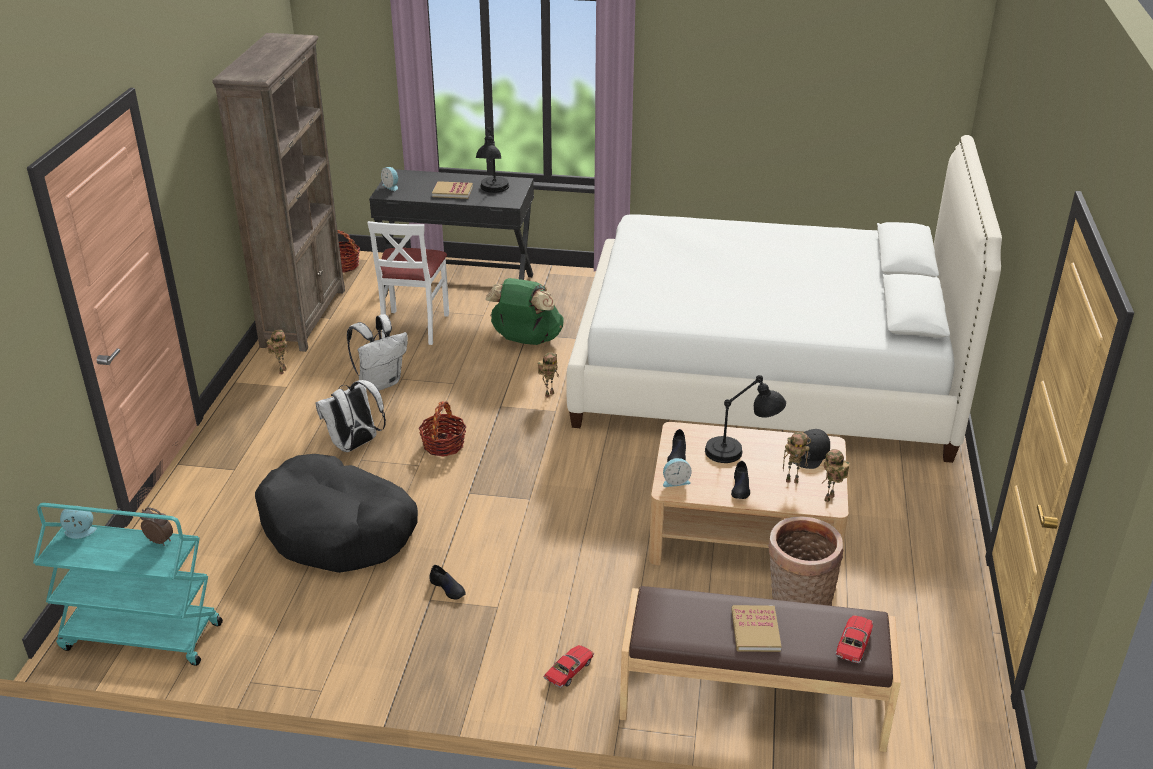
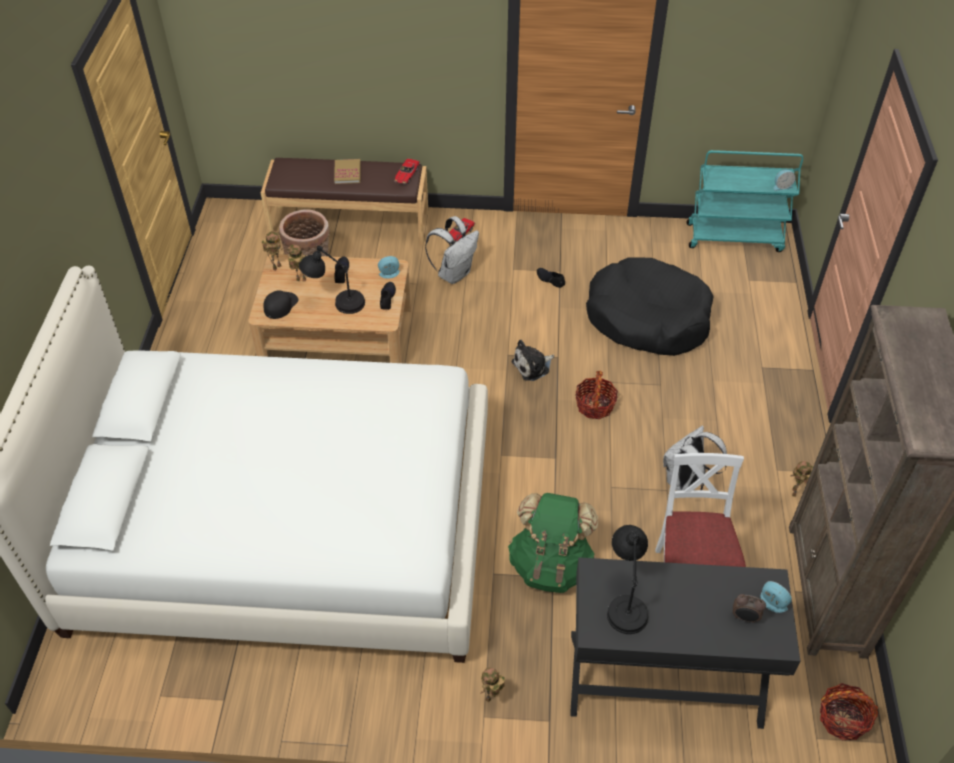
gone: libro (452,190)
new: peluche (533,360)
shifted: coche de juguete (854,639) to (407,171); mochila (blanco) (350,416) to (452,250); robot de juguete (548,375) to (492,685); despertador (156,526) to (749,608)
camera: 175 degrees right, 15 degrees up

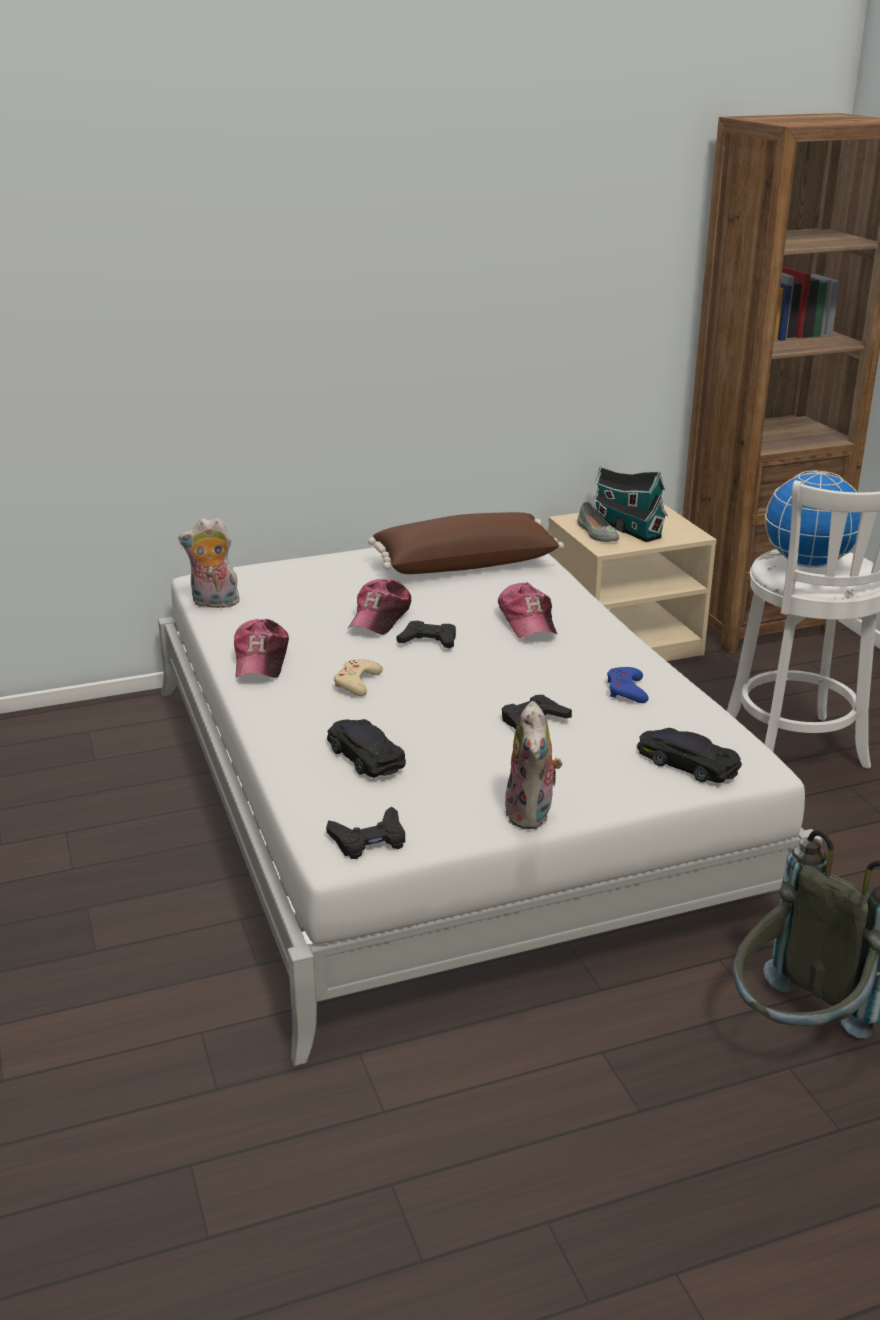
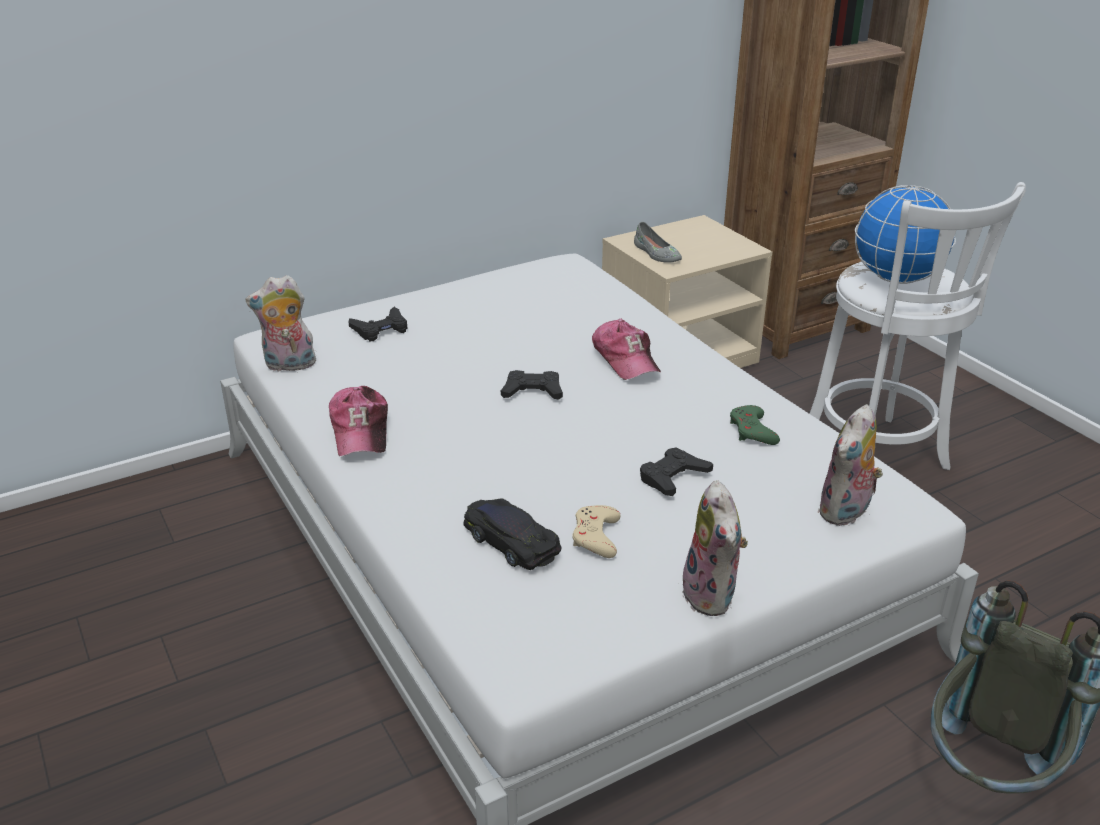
gone: gorra (379,607); cojín (marrón) (466,543); casita (630,504)
shifted: mando de consola (negro) (365,832) to (378,324); mando de consola (beis) (358,677) to (596,531)
swapped: coche de juguete (negro) (689,755) to peluche (850,465)
repainted: mando de consola (azul) (627,685) to mando de consola (verde) (755,425)
camera: 10 degrees left, 5 degrees up

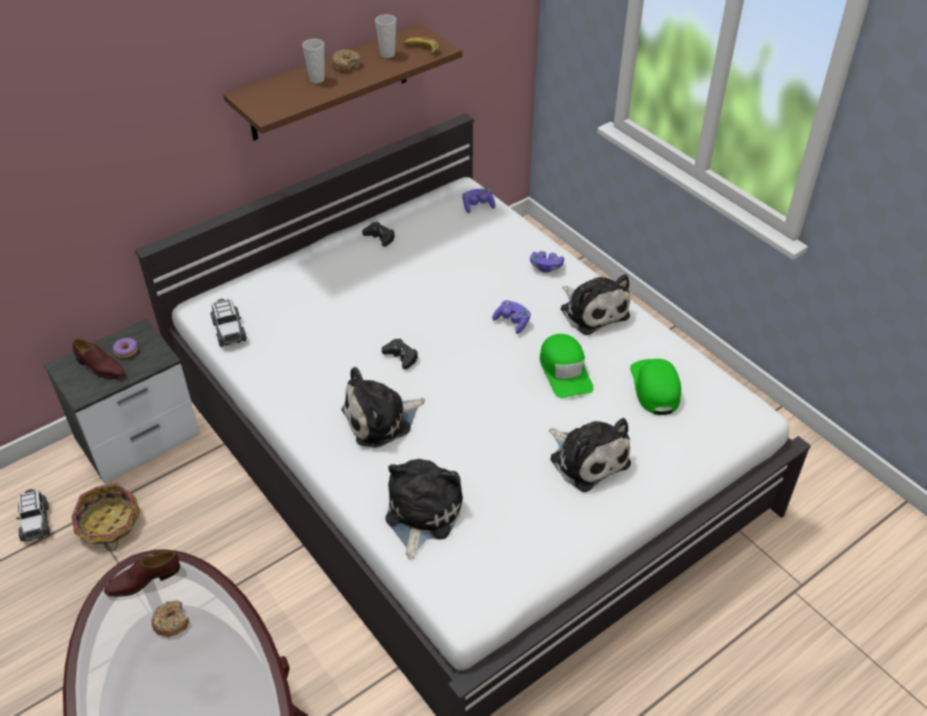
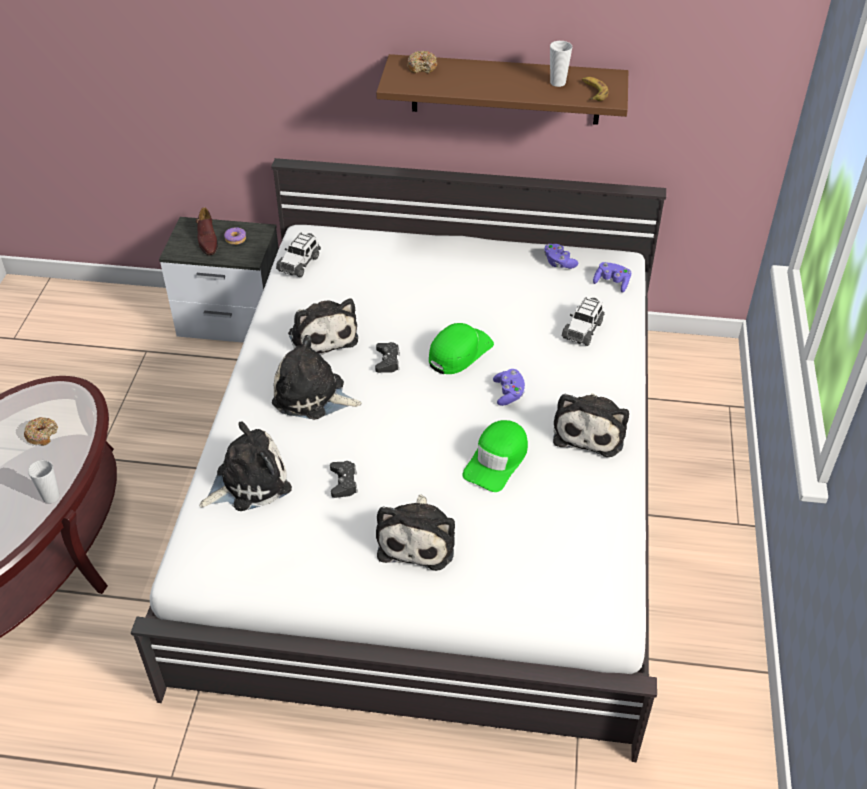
gone: cesta (106,517); zapato (marrón) (142,574)
new: peluche (323,327)
shifted: taza (313,61) to (44,481); mando de consola (negro) (378,234) to (344,479); rosquilla (346,61) to (422,62); gorra (verde) (655,387) to (461,348); mando de consola (morado) (547,262) to (561,256); coche de juguete (33,515) to (583,321)
camera: 45 degrees right, 0 degrees up

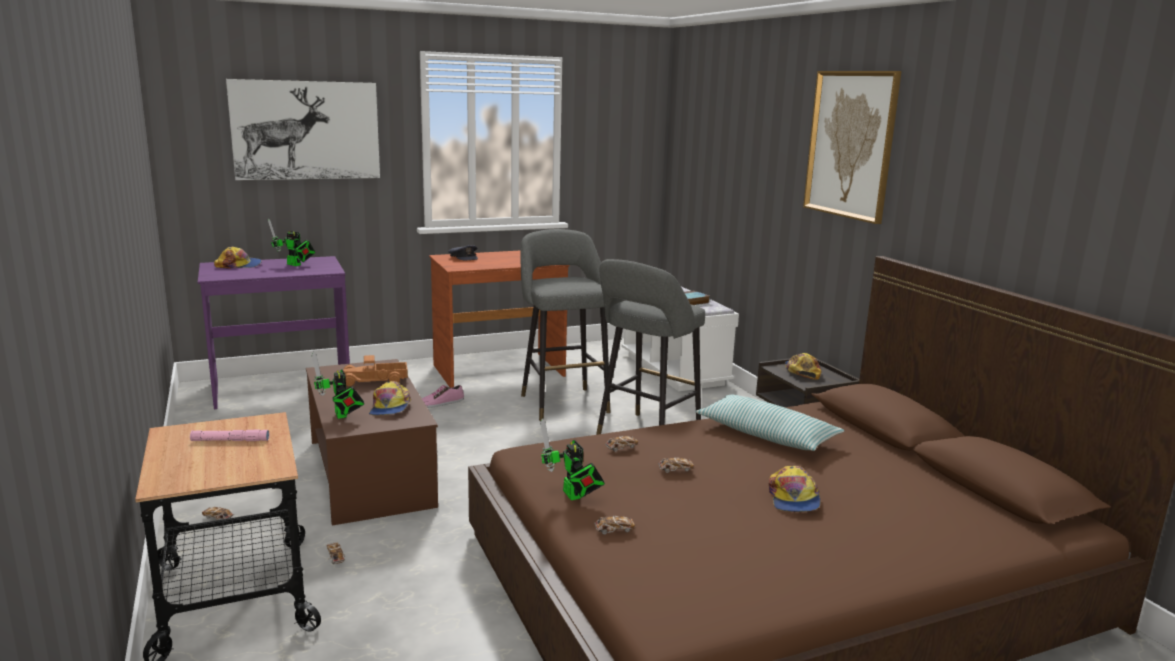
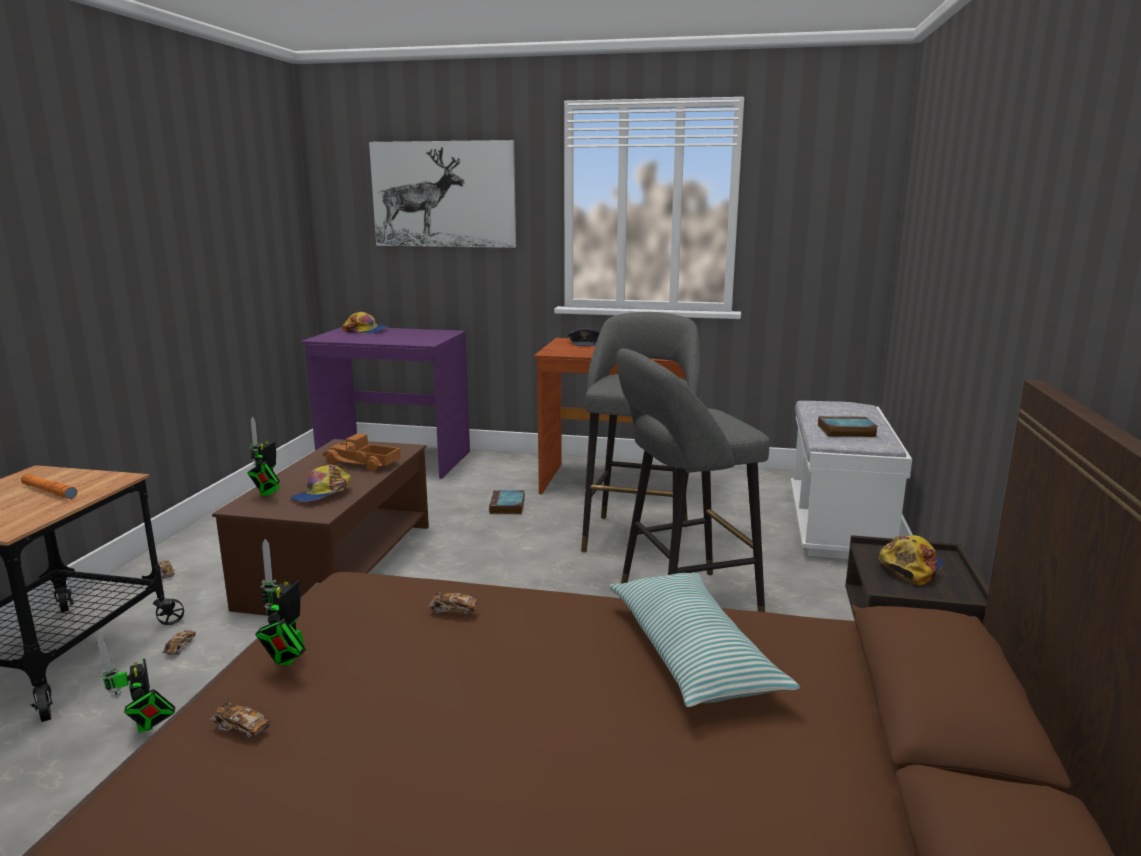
gone: coche de juguete (676,465); gorra (794,489); cuadro (852,147)
shifted: robot de juguete (291,242) to (135,684)
swapped: zapato (443,396) to libro (507,502)
repainted: linterna (rosa) (229,435) to linterna (naranja) (49,486)
camera: 35 degrees right, 0 degrees up

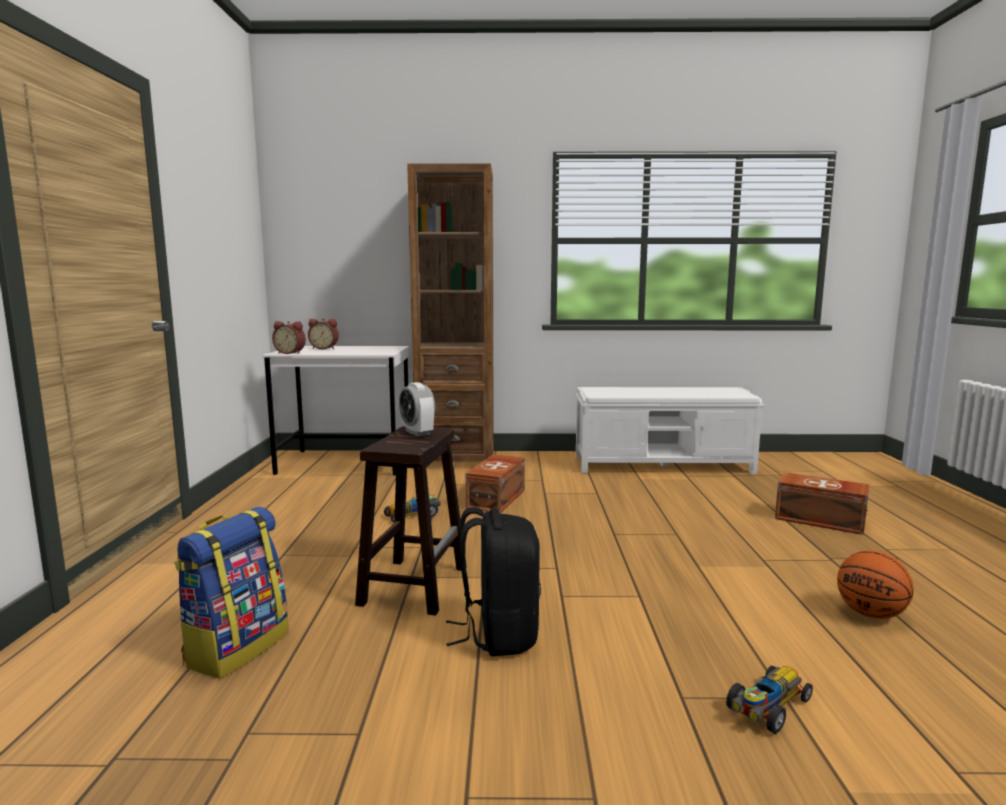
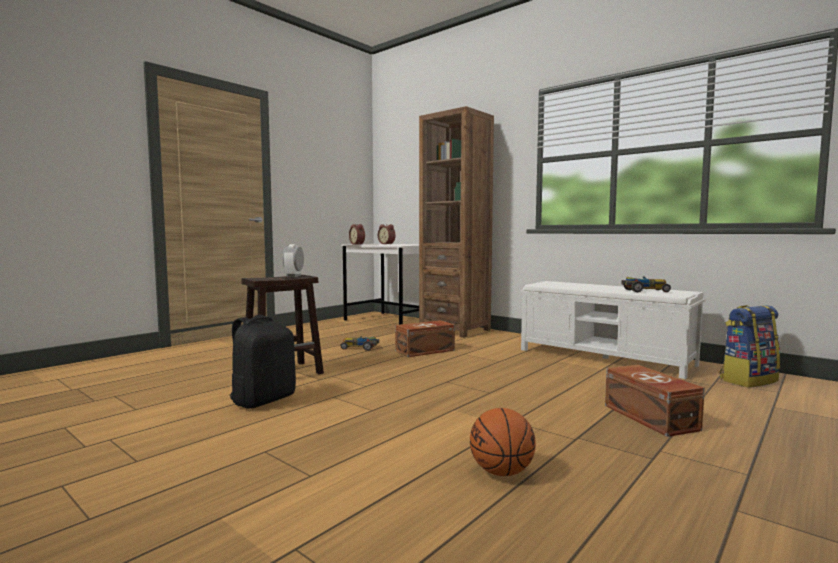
shifted: coche de juguete (769,699) to (646,284); mochila (231,593) to (749,346)
camera: 40 degrees right, 5 degrees down

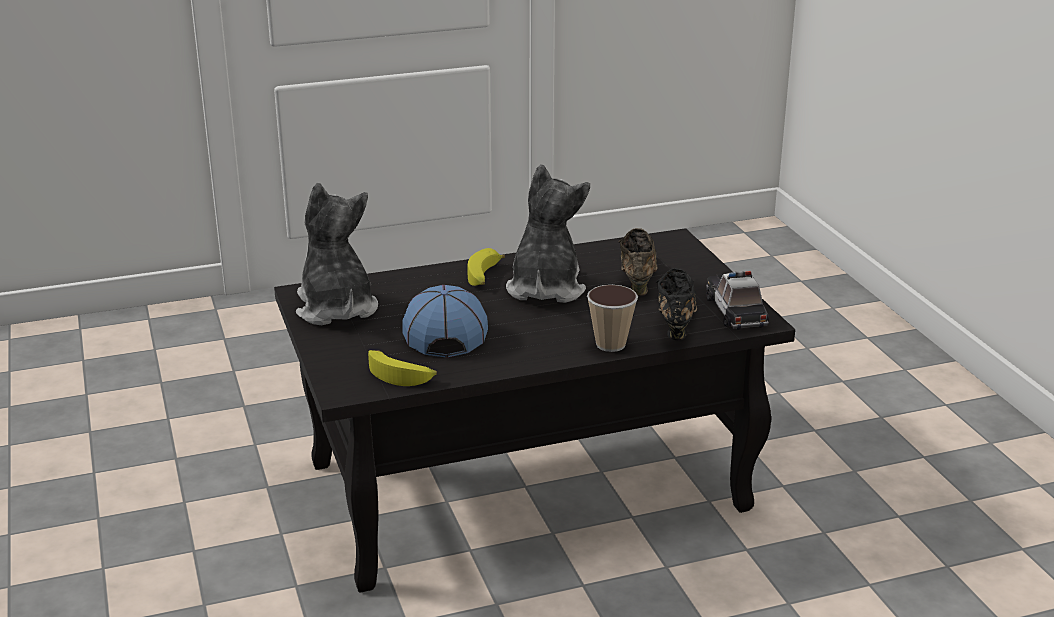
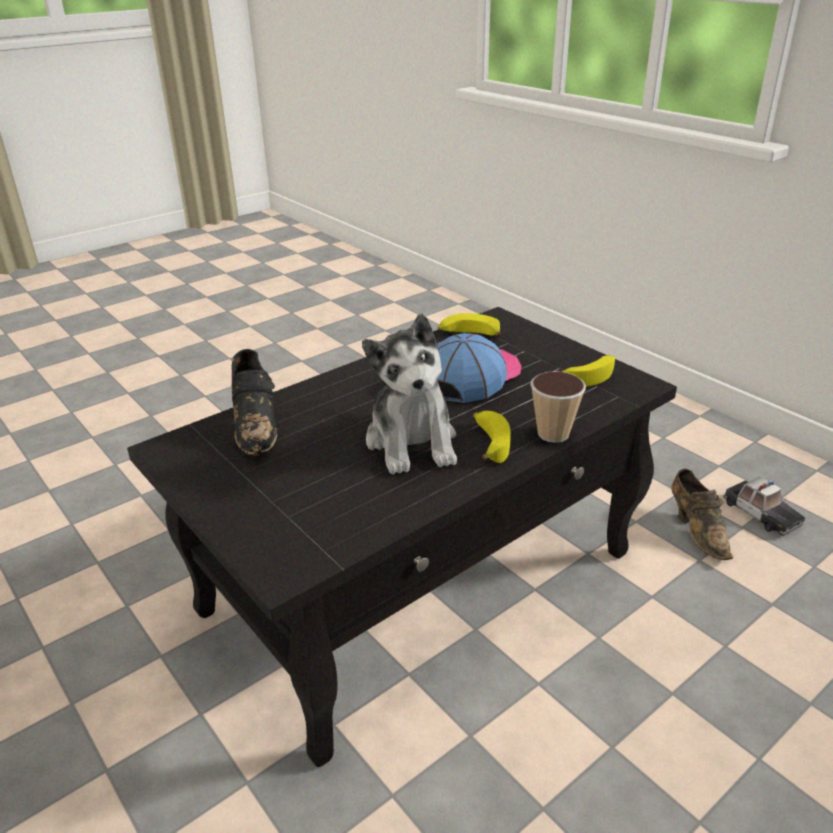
shifted: taza (612,318) to (558,407); zapato (marrón) (638,262) to (702,514); coche de juguete (737,300) to (764,506)
swapped: peluche (337,254) to plátano (586,371)
rotated: gorra (445,321) = (479,368) 120 degrees counterclockwise
camera: 160 degrees right, 5 degrees up

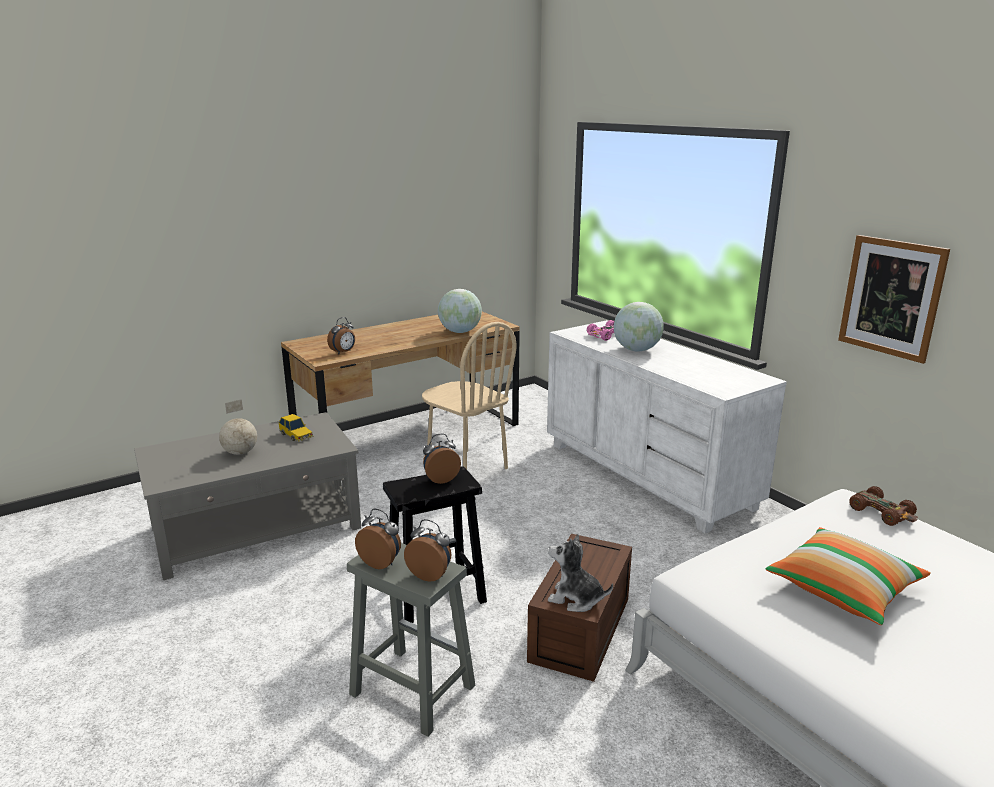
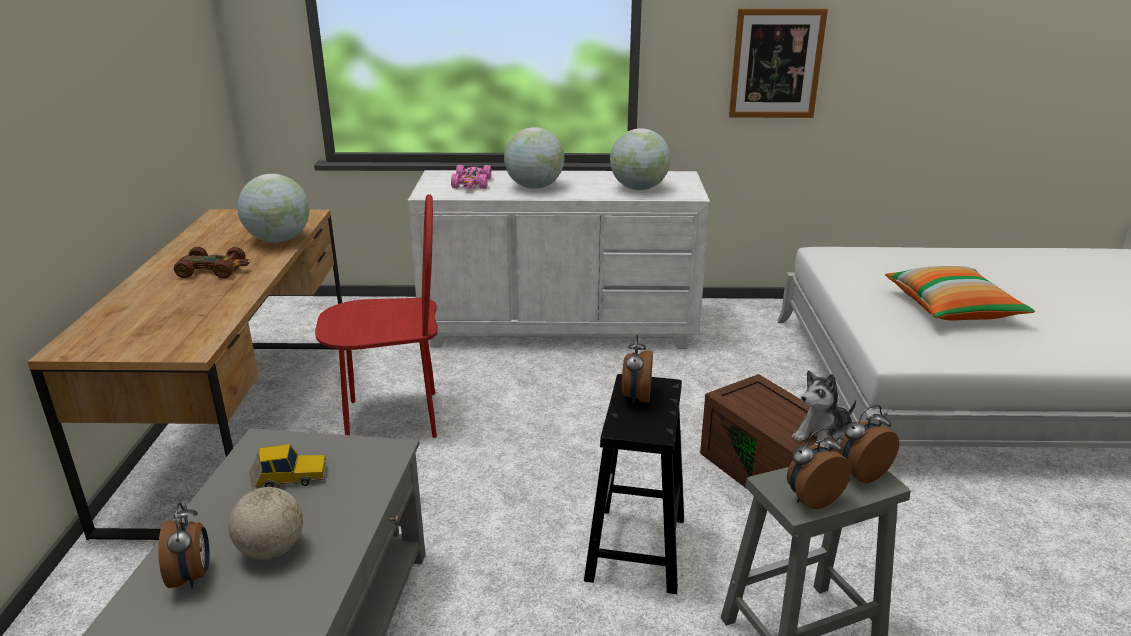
new: globo terráqueo (640,159)
shifted: despertador (341,335) to (184,545); coche de juguete (marrón) (883,506) to (211,263)
repainted: silla (beis) (469,395) to silla (rojo) (376,316)
camera: 55 degrees left, 5 degrees up

